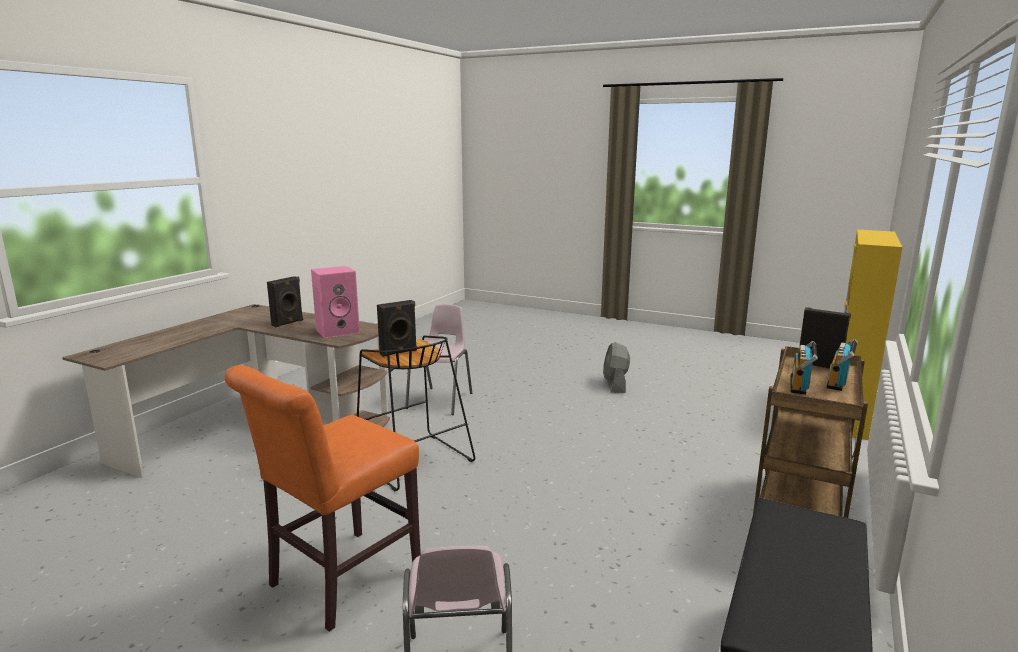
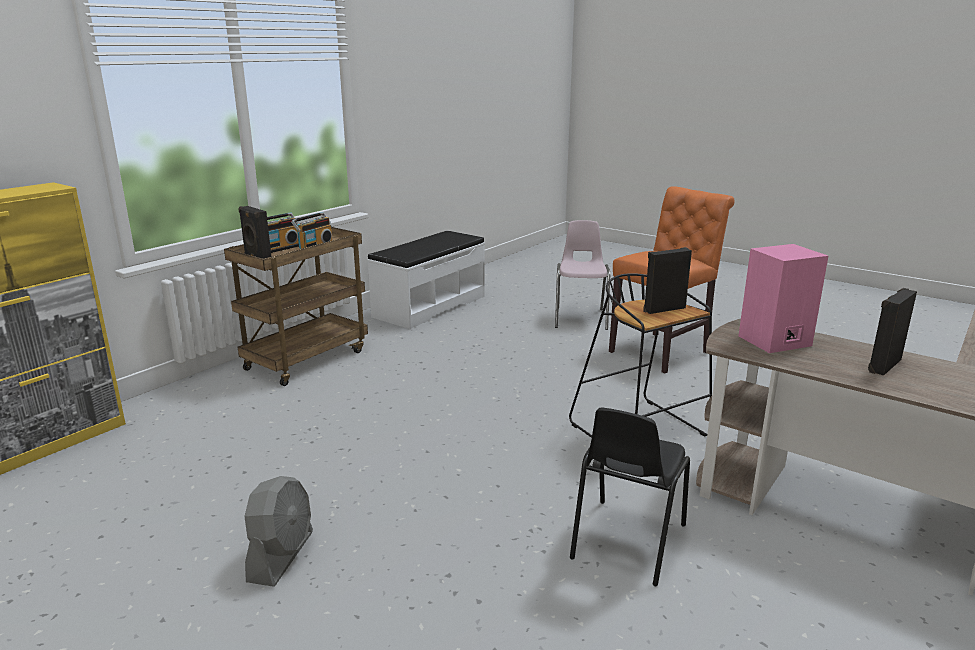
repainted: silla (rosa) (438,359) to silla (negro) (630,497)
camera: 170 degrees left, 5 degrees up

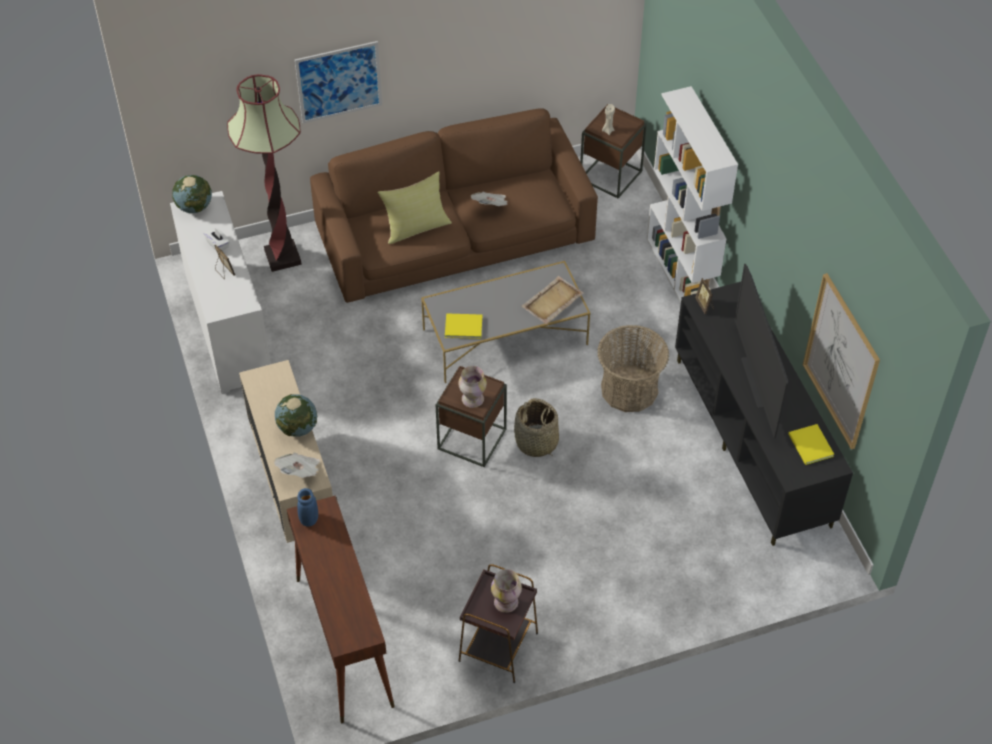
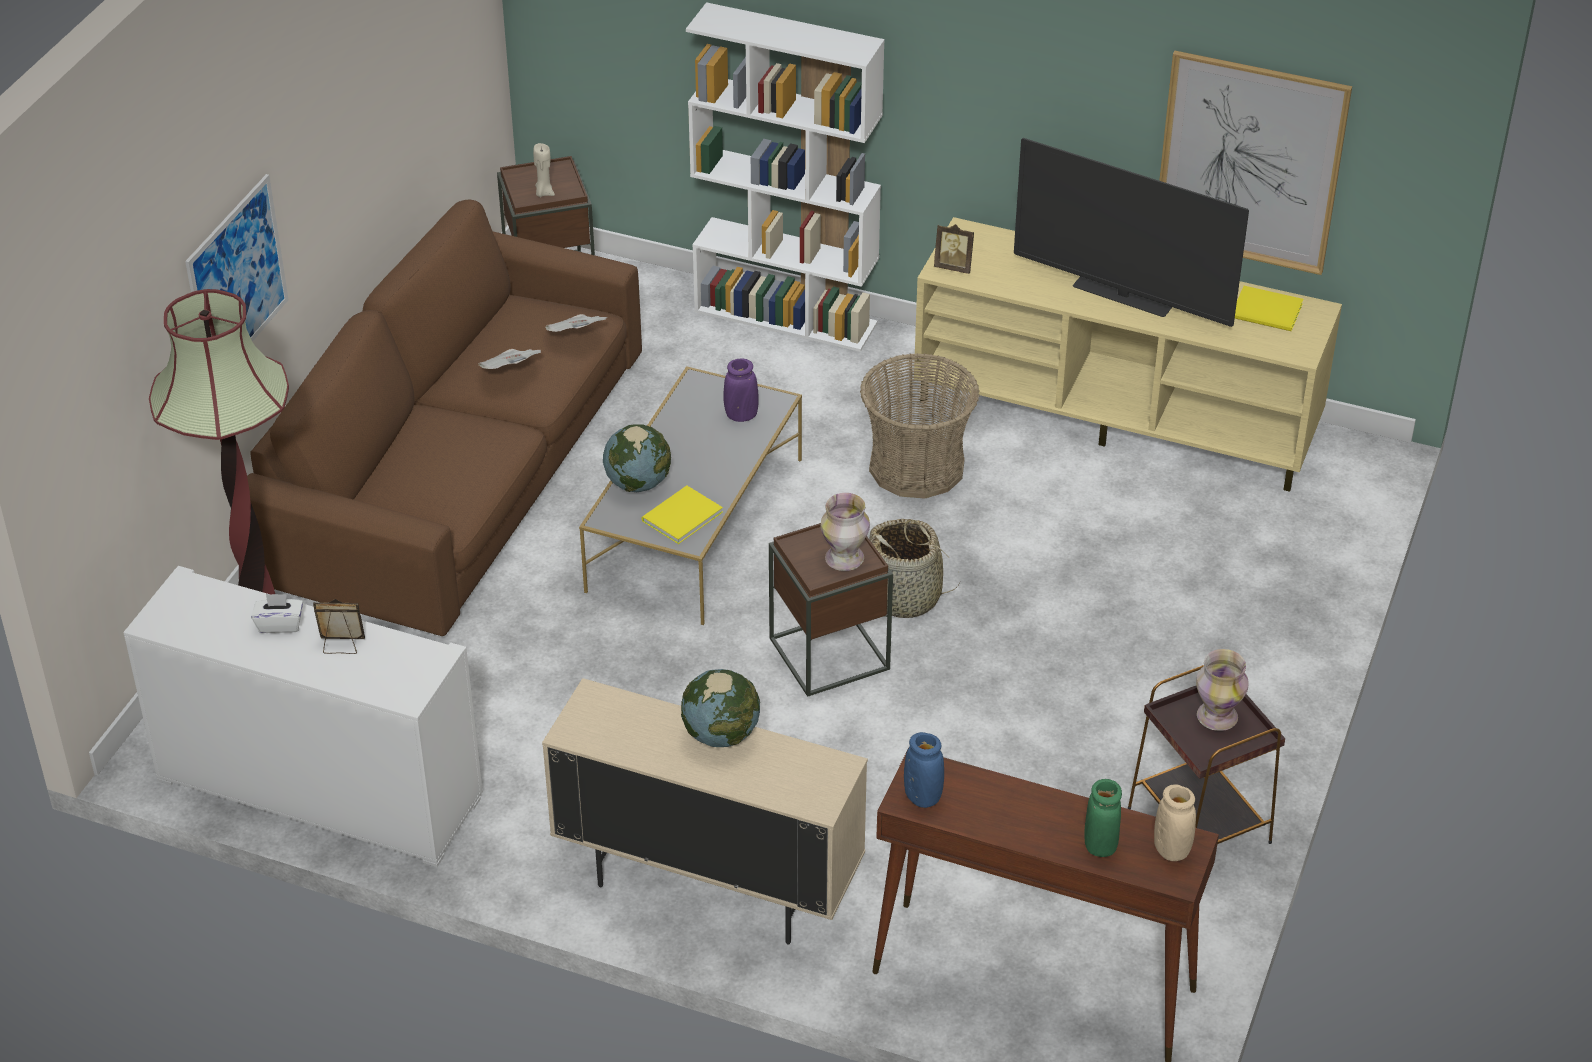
gone: cojín (amarillo) (415,207)
new: florero (verde) (1103,818); florero (beis) (1175,822)
shifted: periódico (297,465) to (576,323); globo terráqueo (192,194) to (637,458)
swapped: bandeja (beis) (552,300) to florero (morado) (741,390)
repainted: mueble de televisión (negro) (764,414) to mueble de televisión (beis) (1128,354)
camera: 50 degrees left, 10 degrees down

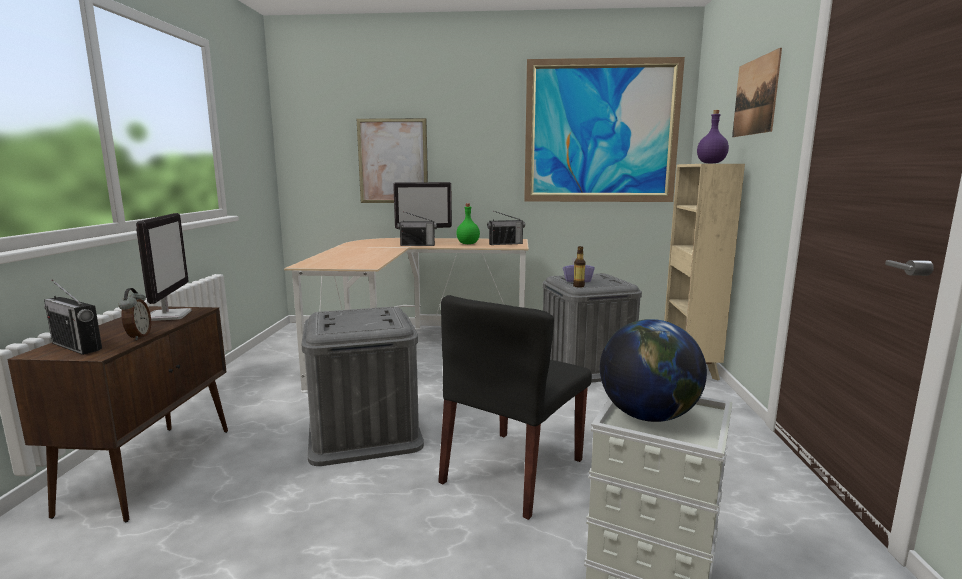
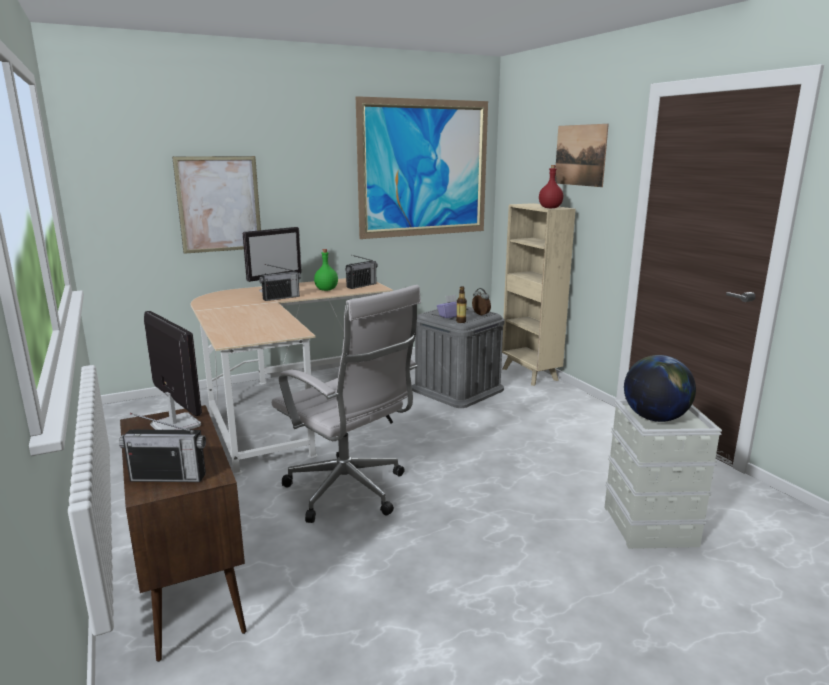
gone: silla (negro) (515,407)
shifted: despertador (135,314) to (481,302)
swapped: caja de almacenaje (gris) (362,386) to silla de oficina (blanco) (346,404)
repainted: botella (morado) (713,136) to botella (rojo) (551,186)
camera: 30 degrees left, 5 degrees up

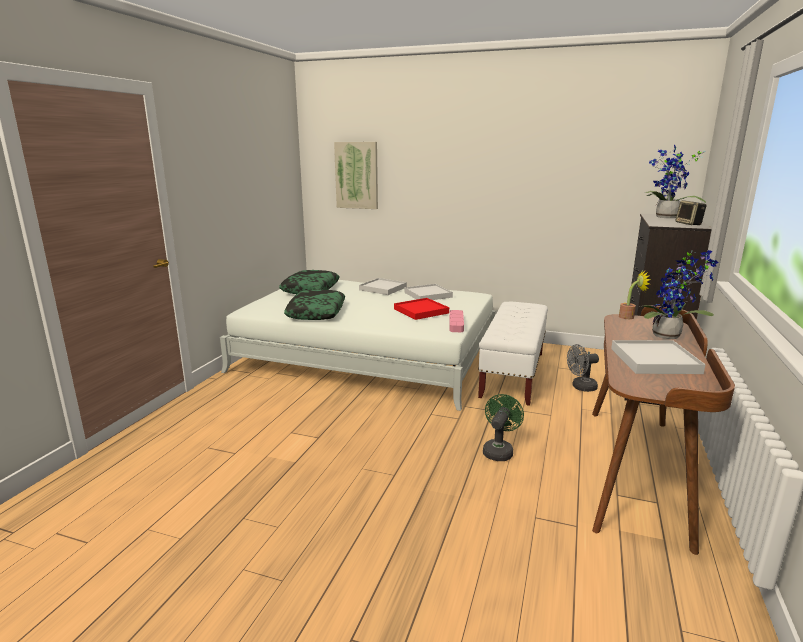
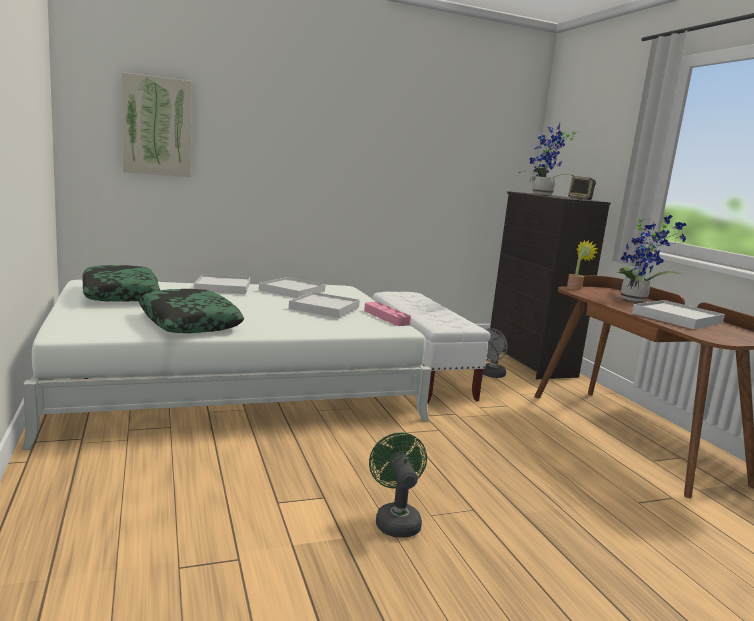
shifted: ventilador (verde) (503,427) to (398,485)
repainted: bandeja (rojo) (421,309) to bandeja (blanco) (324,305)
camera: 40 degrees left, 5 degrees down

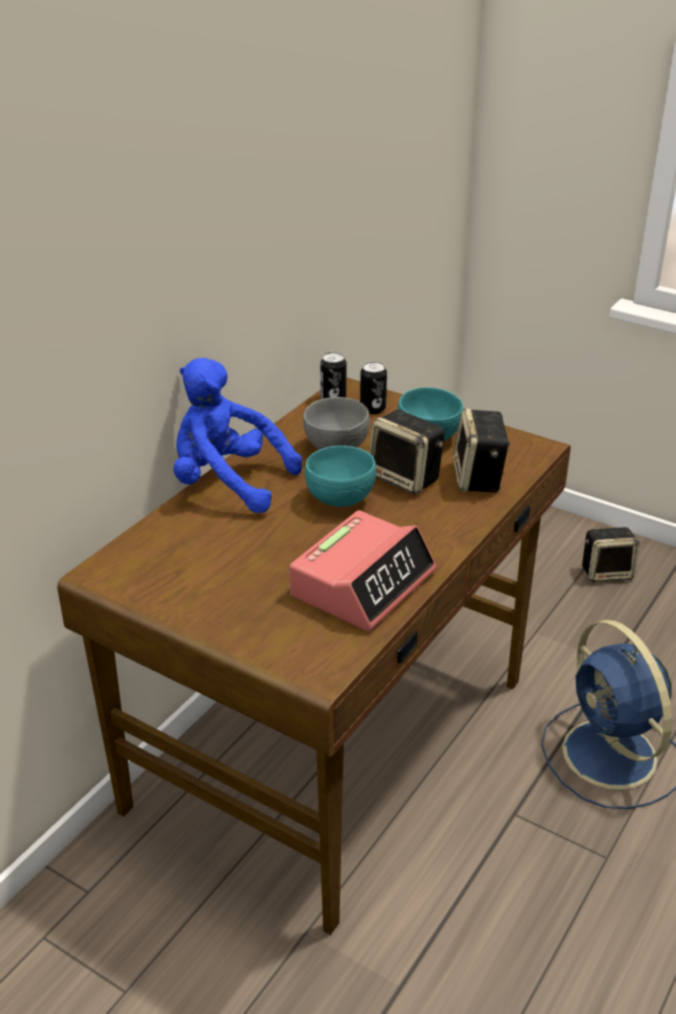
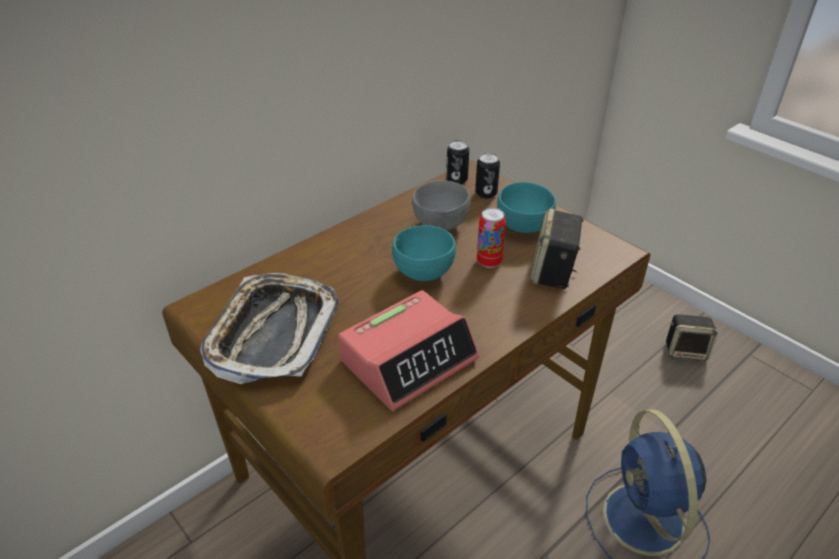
gone: peluche (azul) (238,435)
new: bandeja (269,328)
swapped: altavoz (407,452) to lata (491,238)
camera: 15 degrees right, 5 degrees up

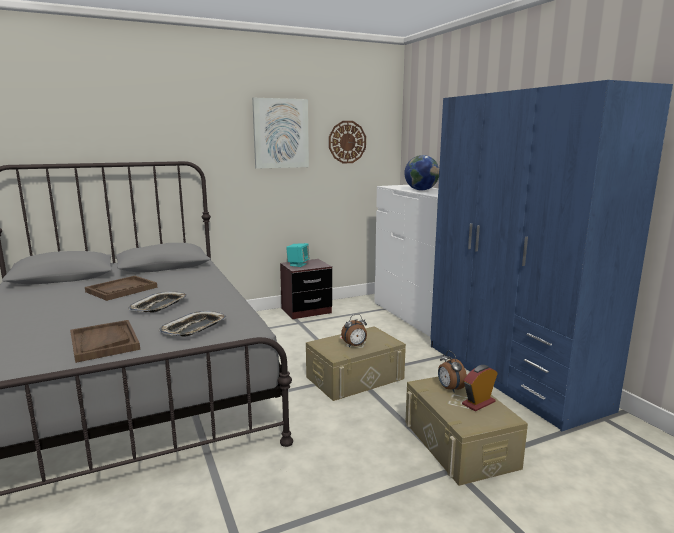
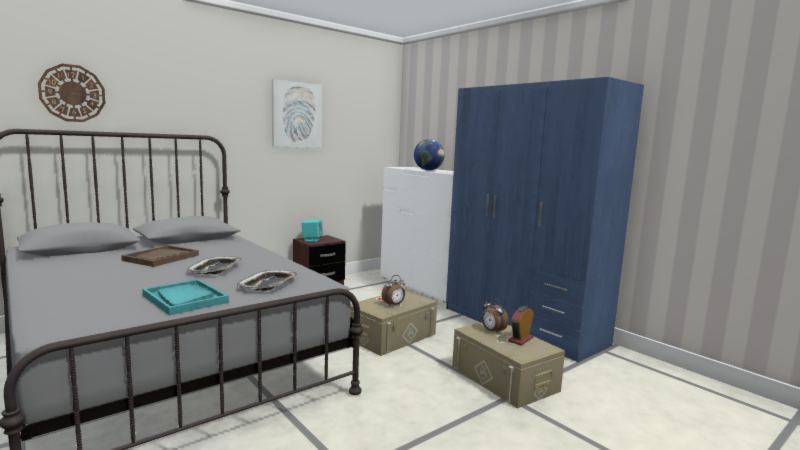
shifted: reloj de pared (347,142) to (71,93)
repainted: bandeja (marrón) (105,341) to bandeja (turquesa) (186,297)
camera: 15 degrees left, 5 degrees down

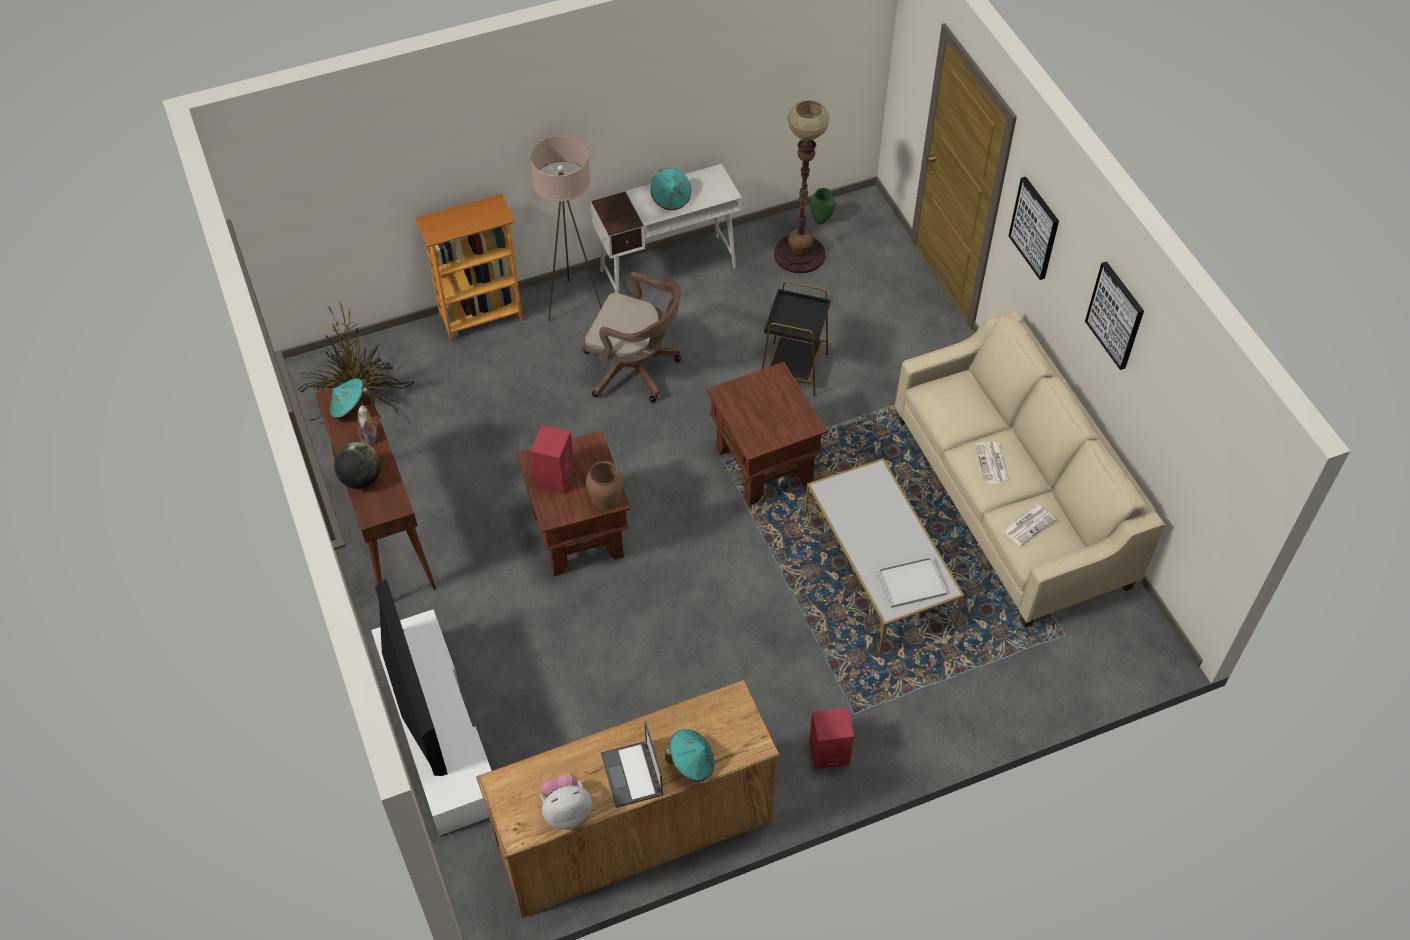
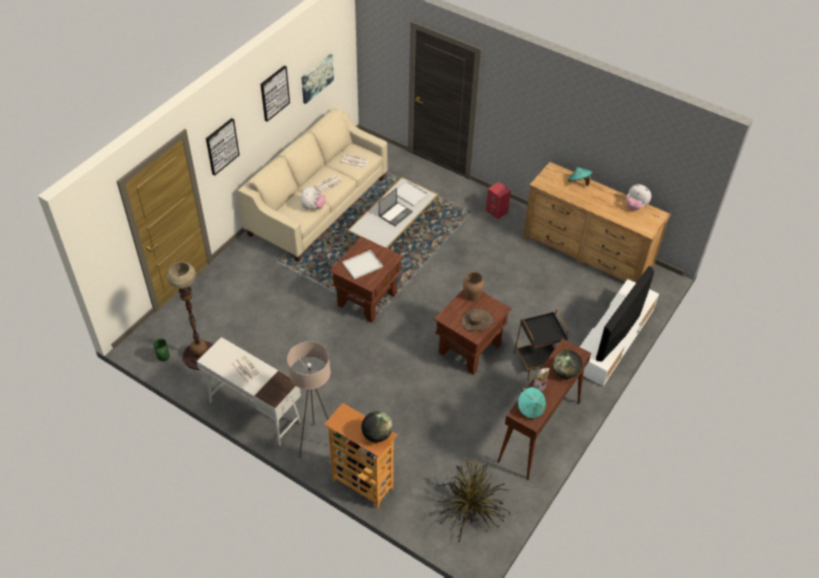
gone: silla de oficina (marrón) (631,337)
new: cuadro (317,79); peluche (313,197); bandeja (blanco) (362,264); globo terráqueo (377,426)
shifted: portátil (632,764) to (396,207); mesa auxiliar (negro) (796,338) to (541,345)
swapped: sombrero (turquesa) (671,189) to periódico (246,369); altavoz (rojo) (552,459) to sombrero (marrón) (477,319)
camera: 125 degrees left, 5 degrees down

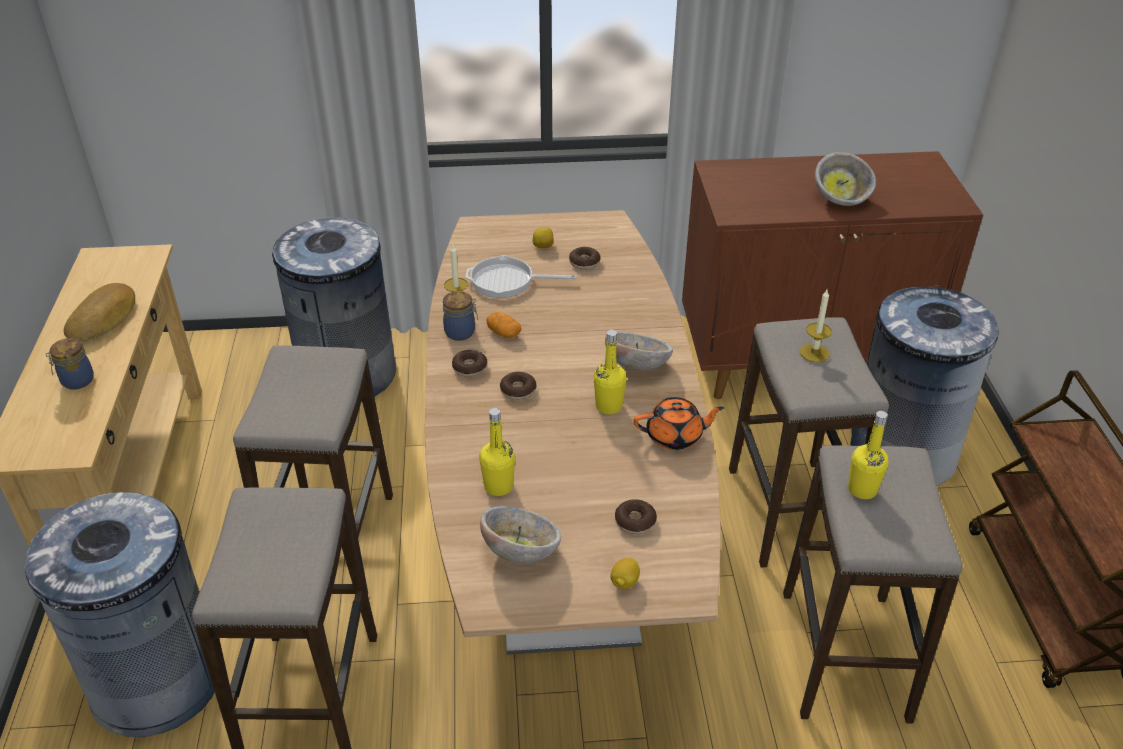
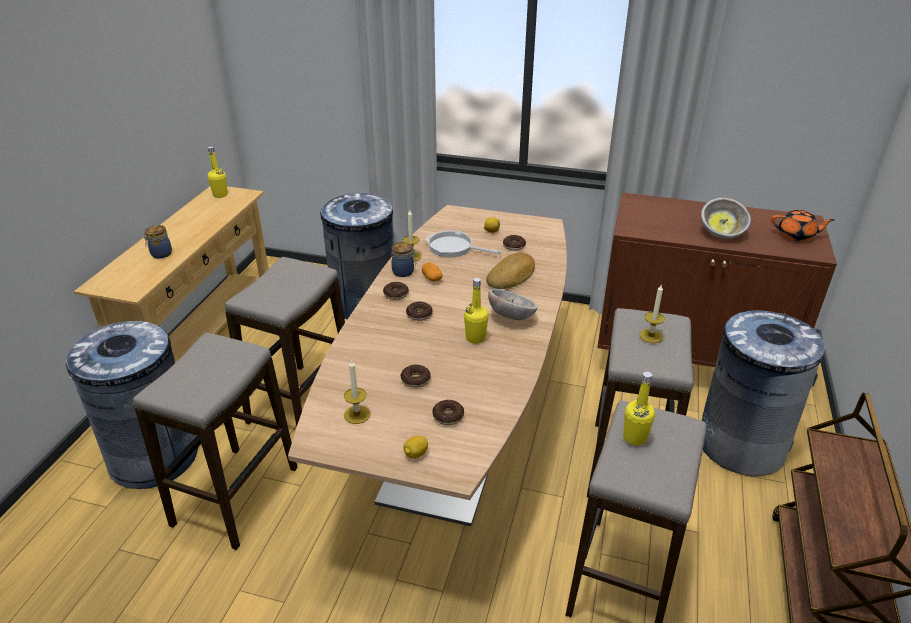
new: rosquilla (416,376)
shifted: botella (amarillo) (497,452) to (217,172); pan (99,312) to (510,271); tetera (naranja) (678,423) to (802,225)
swapped: cuenco (520,535) to vela (357,392)
camera: 20 degrees right, 5 degrees down

